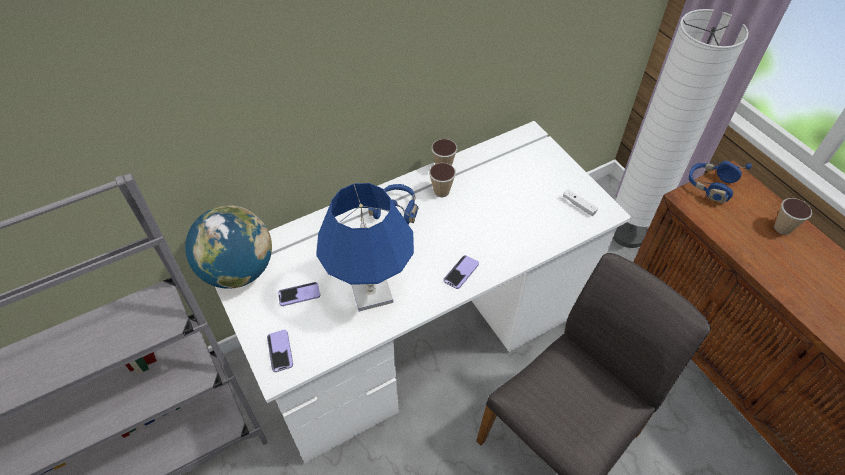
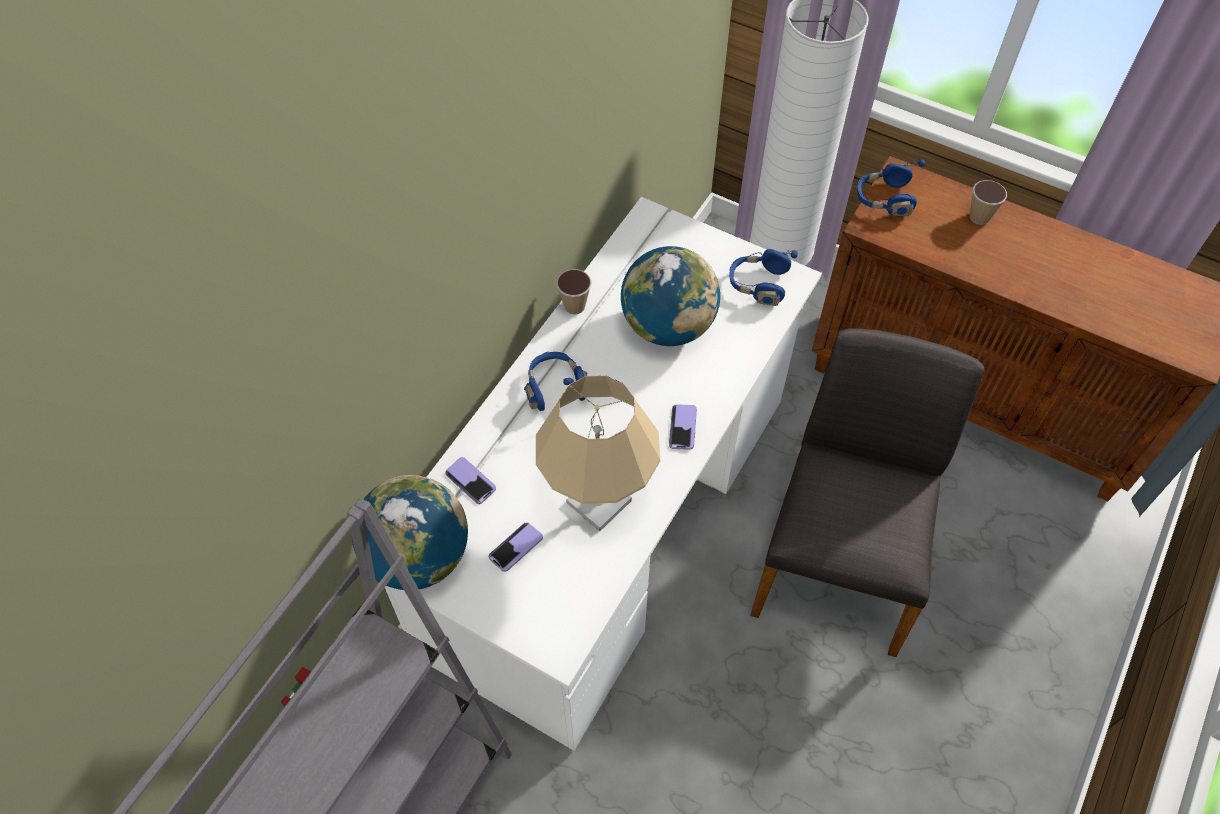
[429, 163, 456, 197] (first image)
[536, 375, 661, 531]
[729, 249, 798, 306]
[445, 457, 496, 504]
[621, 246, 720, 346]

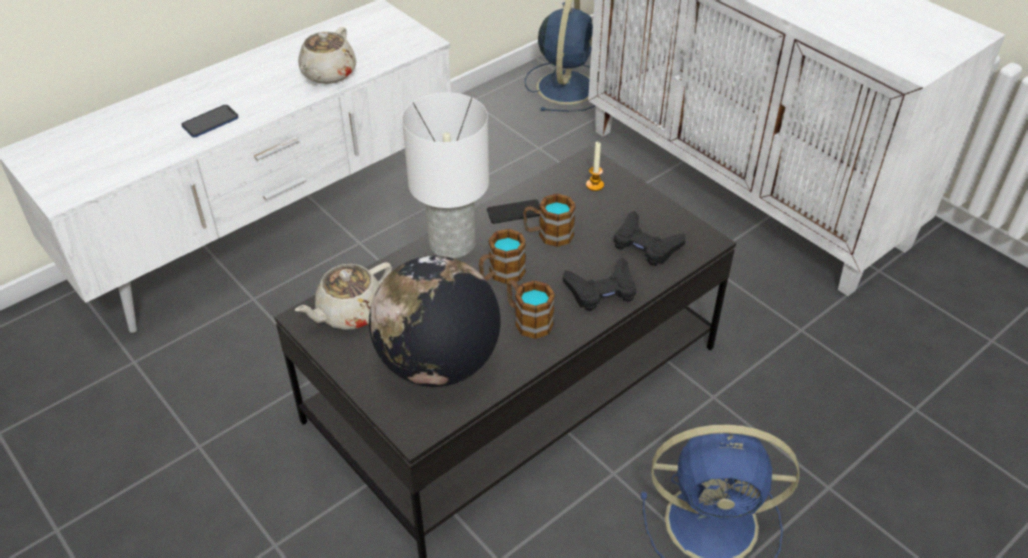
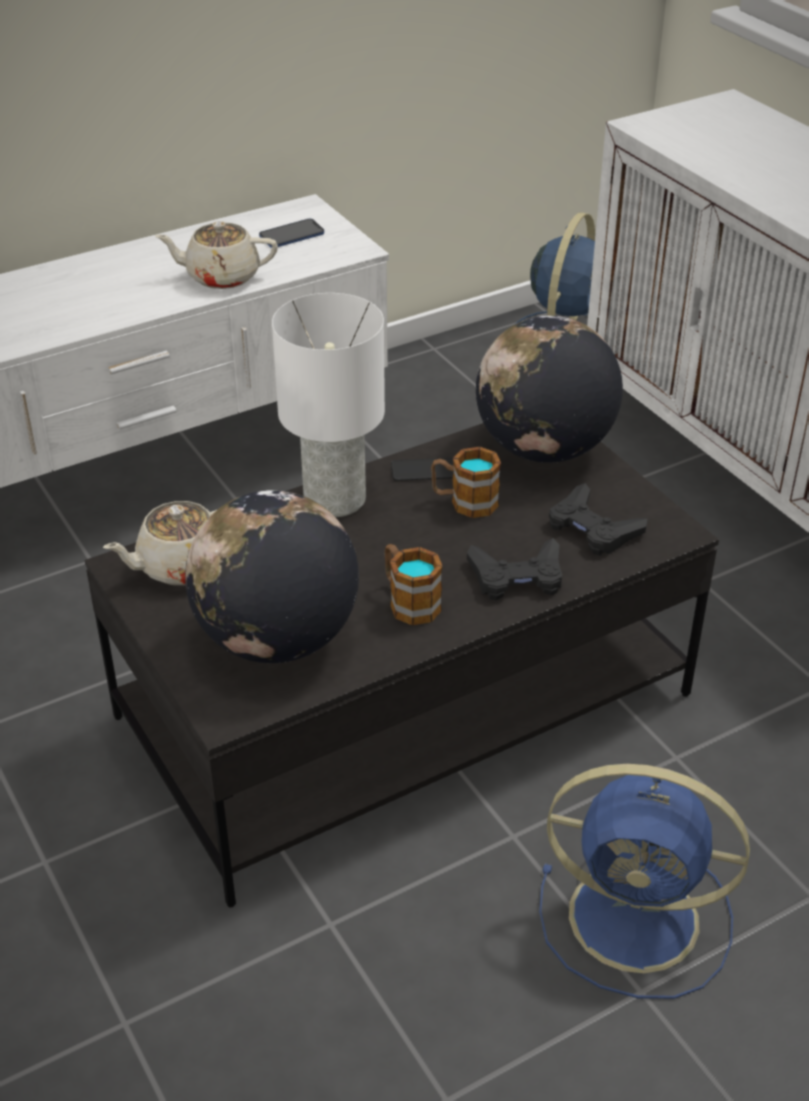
[155, 221, 278, 289]
[259, 219, 324, 248]
[476, 316, 623, 463]
[479, 229, 526, 284] (first image)

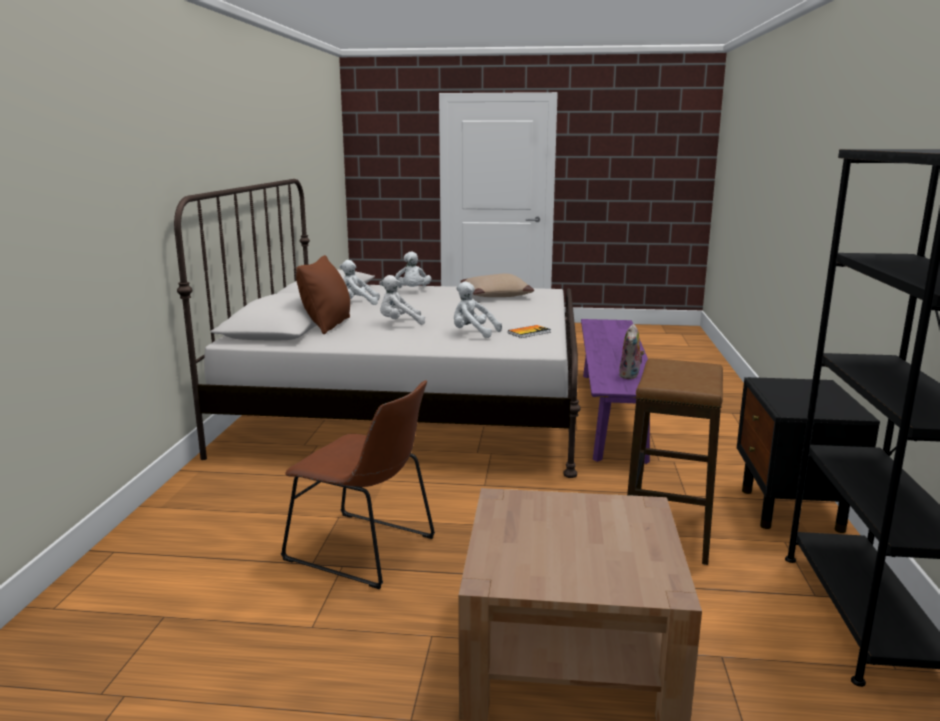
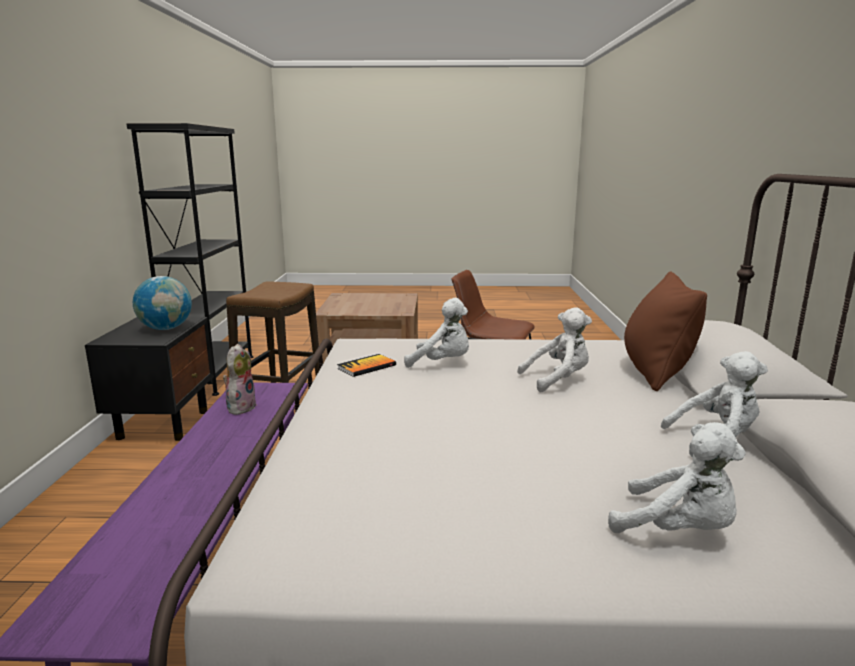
[608, 422, 746, 533]
[460, 273, 534, 297] (first image)
[133, 276, 192, 330]

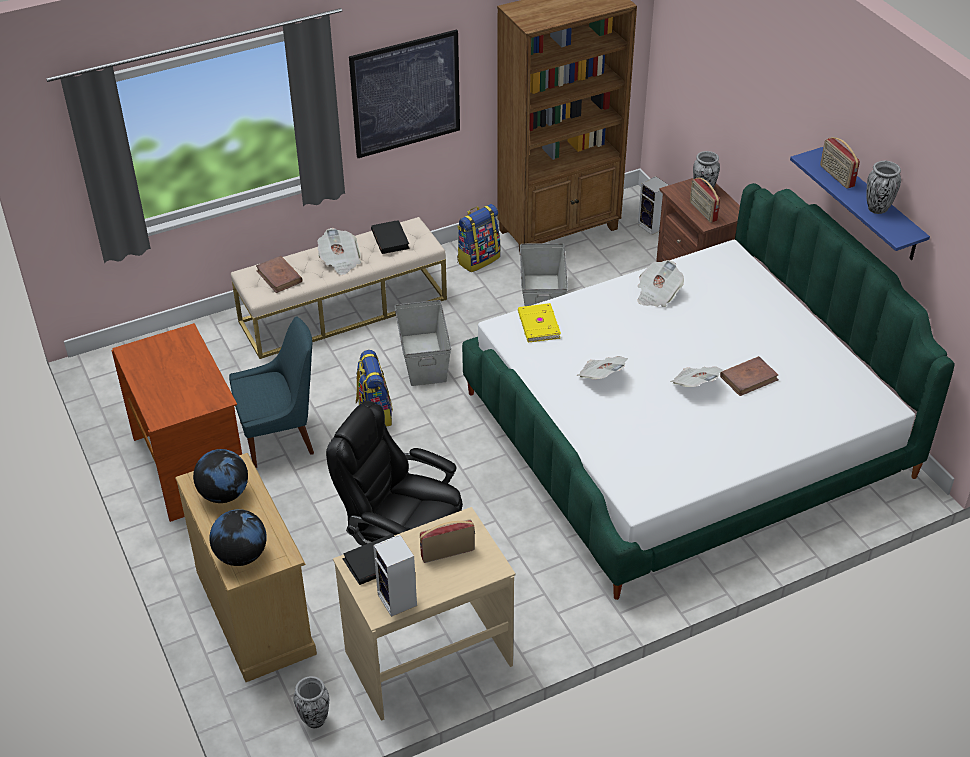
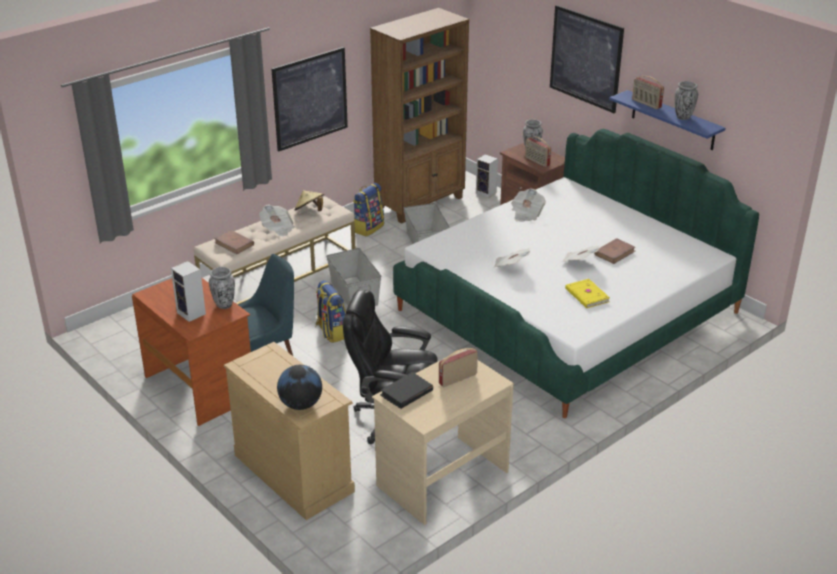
[294, 190, 324, 211]
[565, 279, 610, 308]
[193, 449, 248, 503] (first image)
[171, 261, 206, 322]
[209, 267, 235, 309]
[550, 5, 624, 113]

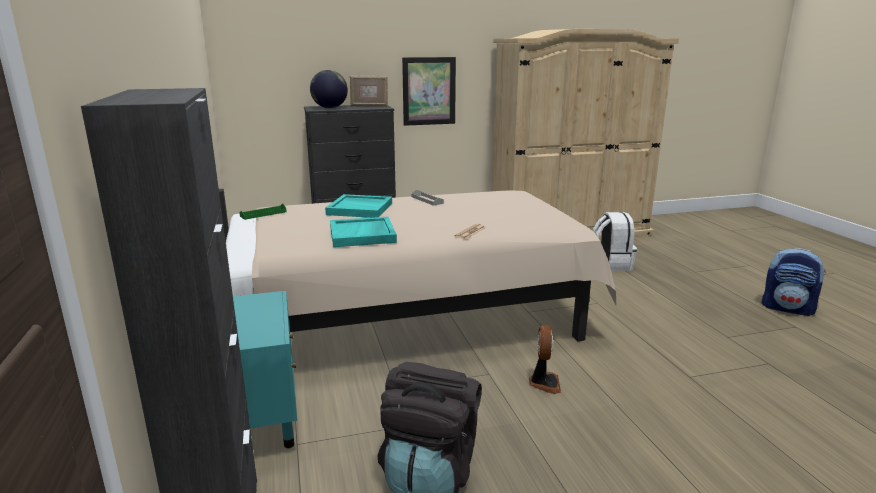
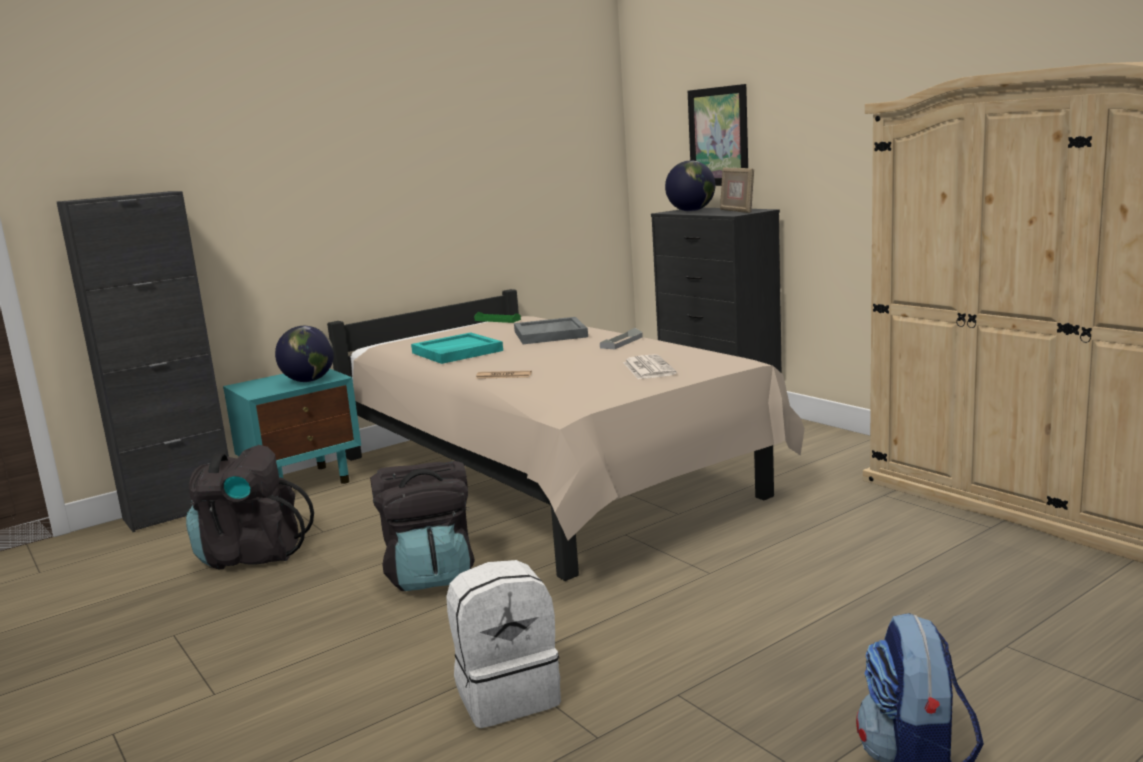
[688, 84, 748, 186]
[514, 317, 588, 344]
[446, 560, 561, 728]
[370, 461, 475, 591]
[275, 326, 334, 382]
[623, 354, 677, 379]

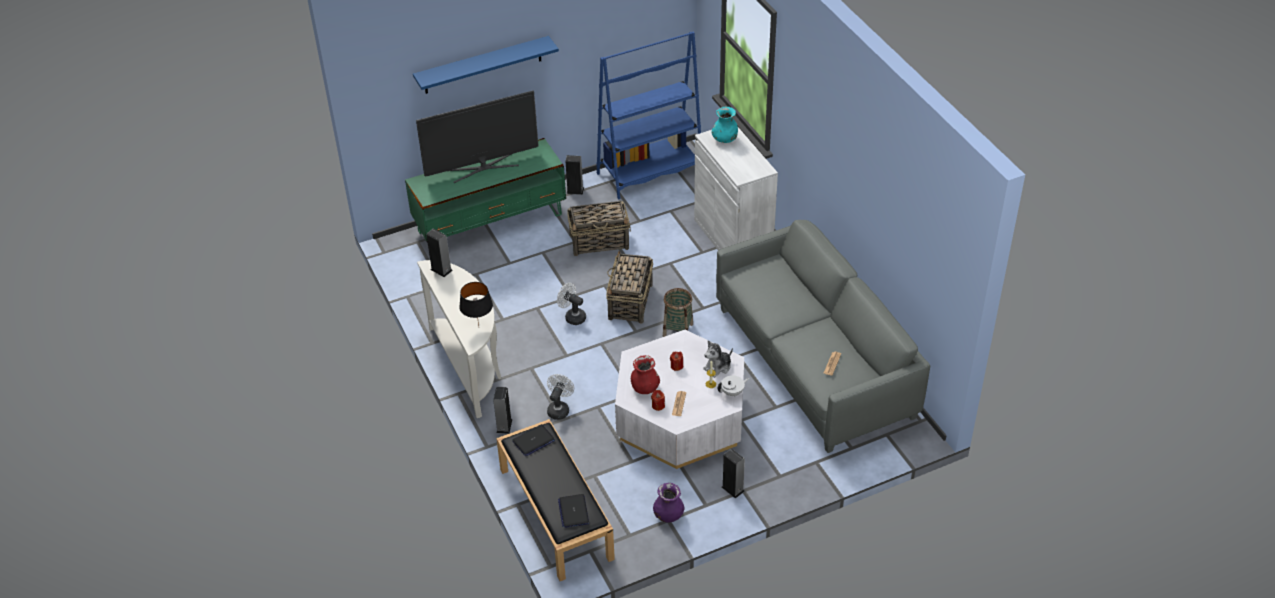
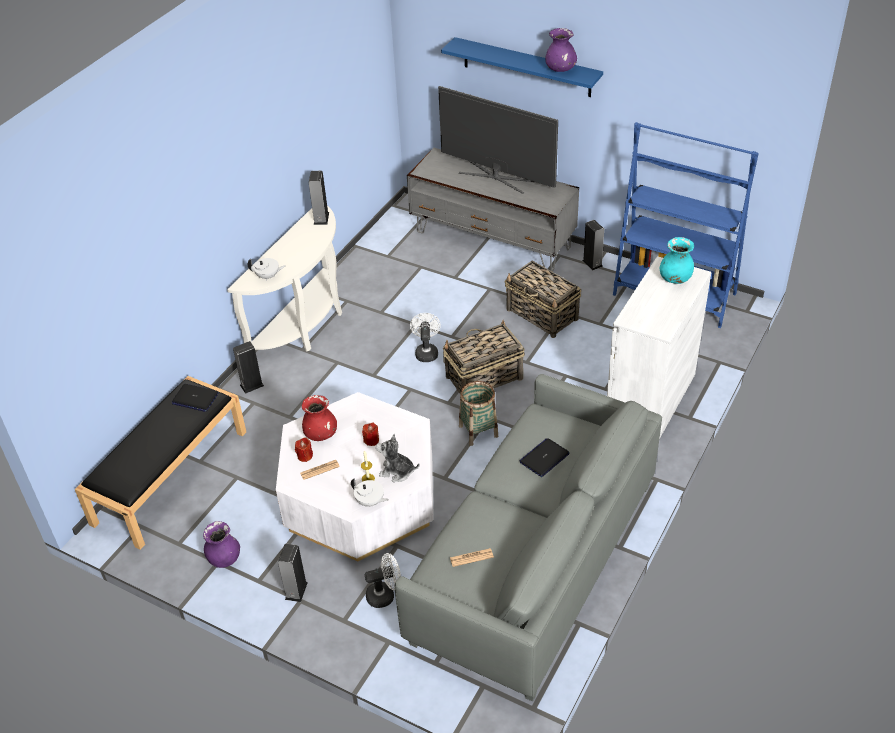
[407, 148, 579, 272]
[248, 258, 286, 281]
[365, 553, 401, 608]
[519, 438, 570, 477]
[545, 28, 577, 72]

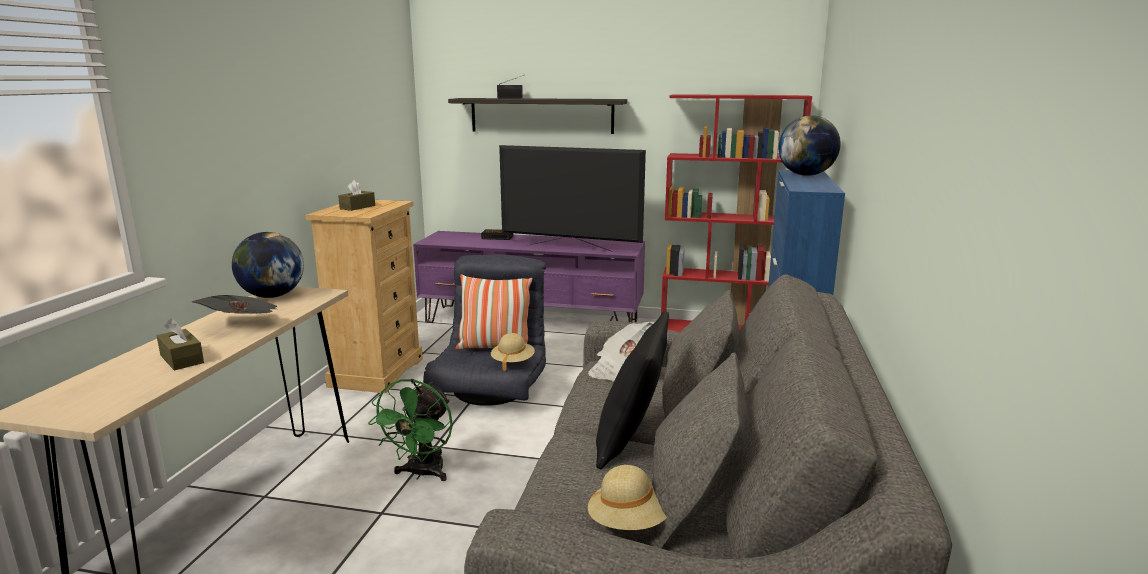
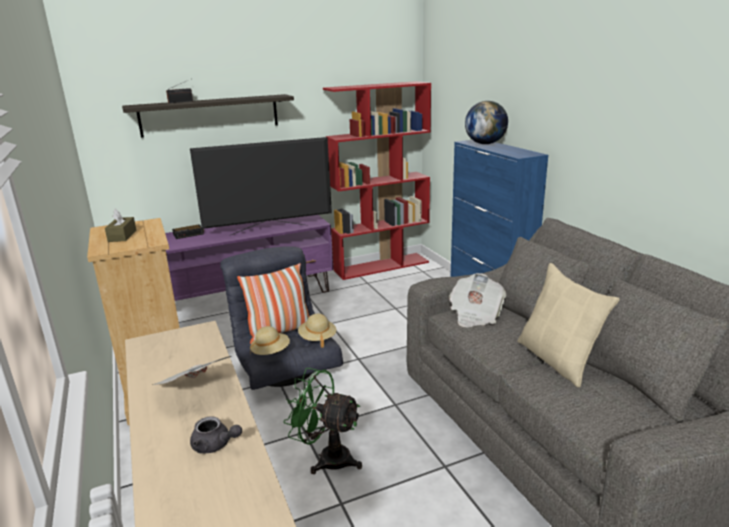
[232, 232, 304, 298] (first image)
[517, 263, 620, 388]
[190, 416, 242, 453]
[283, 368, 362, 474]
[250, 326, 290, 355]

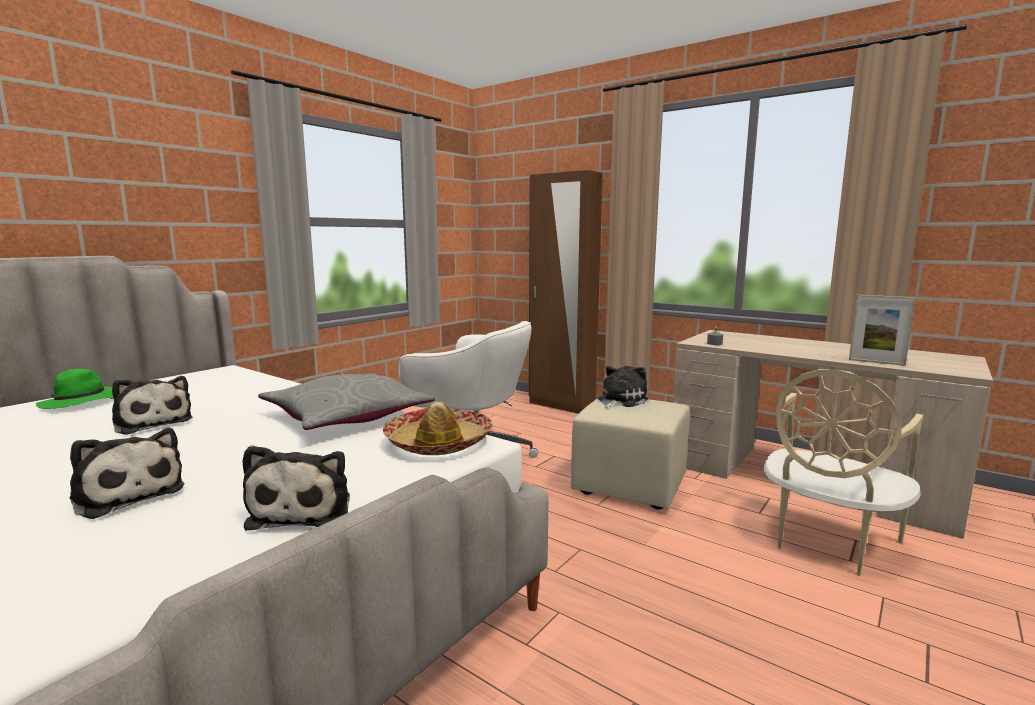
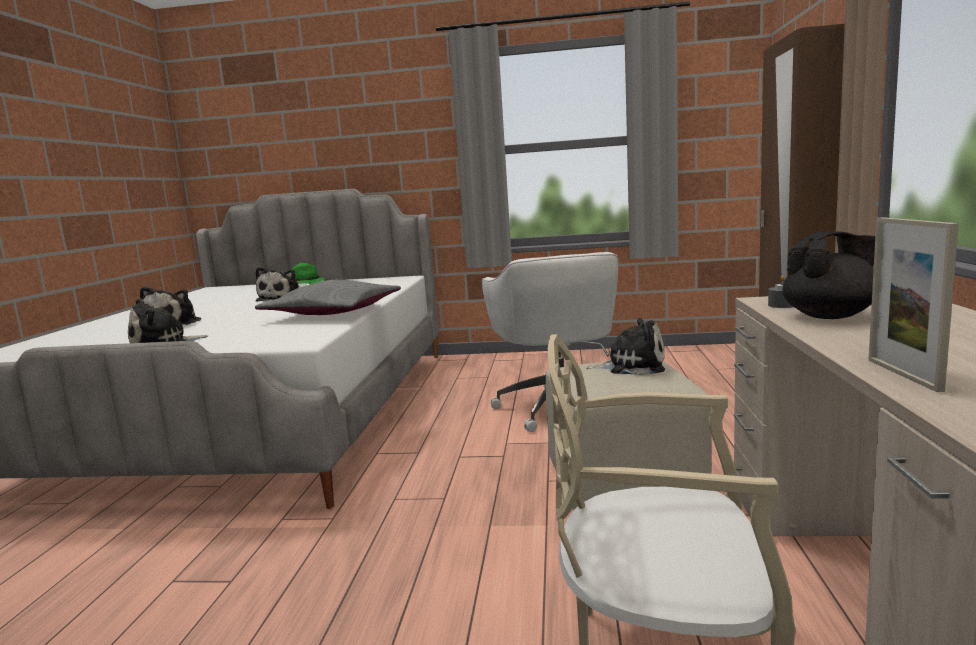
[383, 402, 493, 455] (first image)
[782, 231, 875, 319]

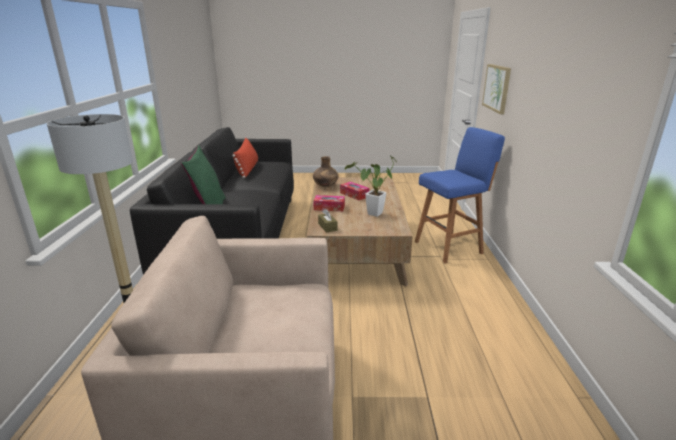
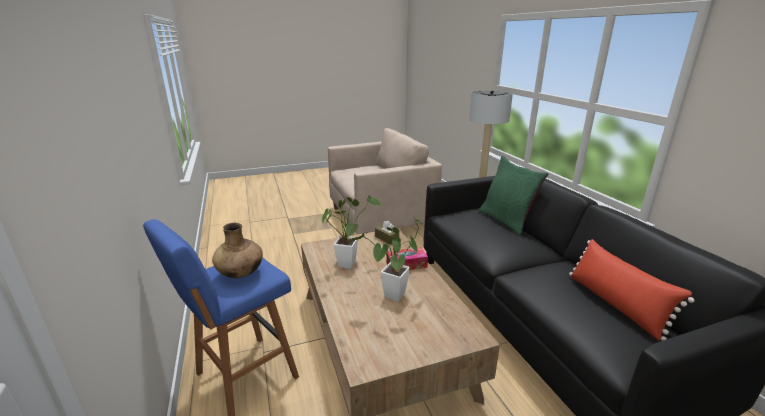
[482, 64, 511, 114] (first image)
[212, 223, 263, 278]
[350, 217, 422, 301]

